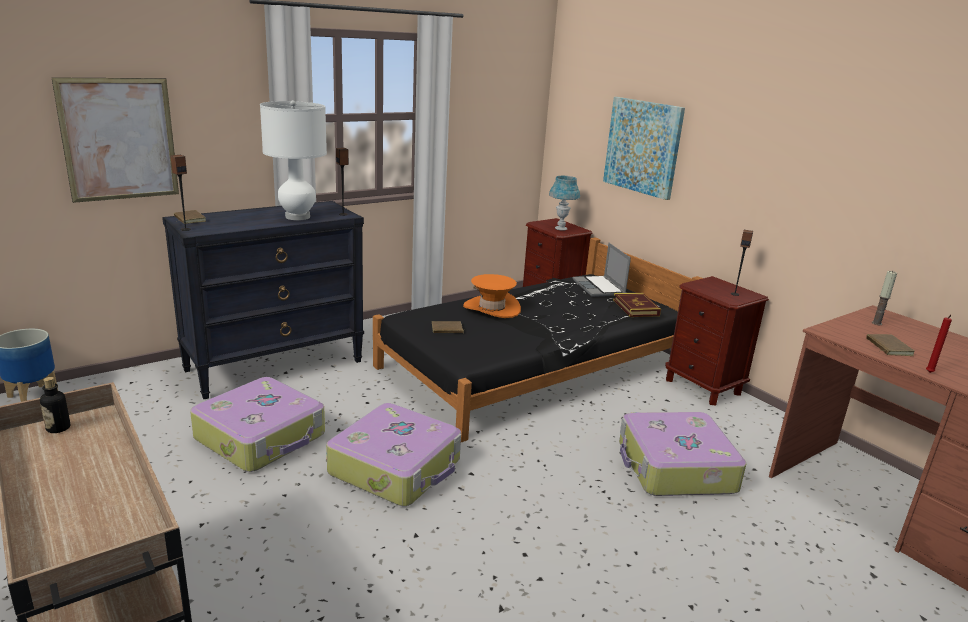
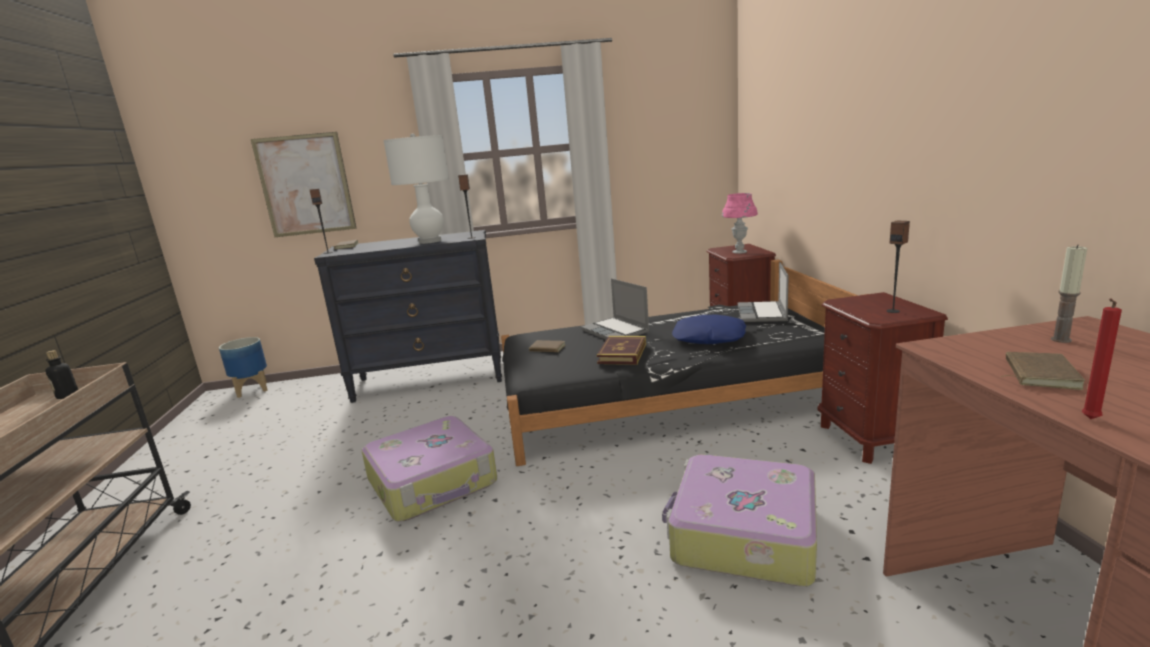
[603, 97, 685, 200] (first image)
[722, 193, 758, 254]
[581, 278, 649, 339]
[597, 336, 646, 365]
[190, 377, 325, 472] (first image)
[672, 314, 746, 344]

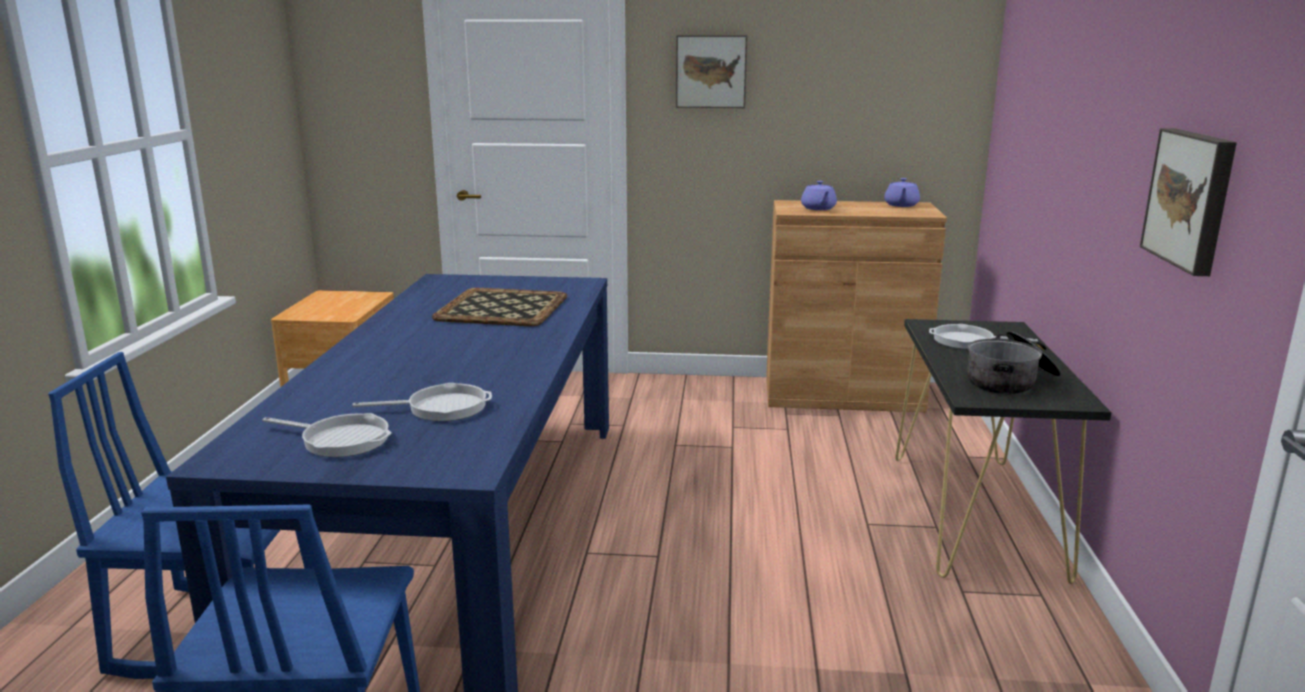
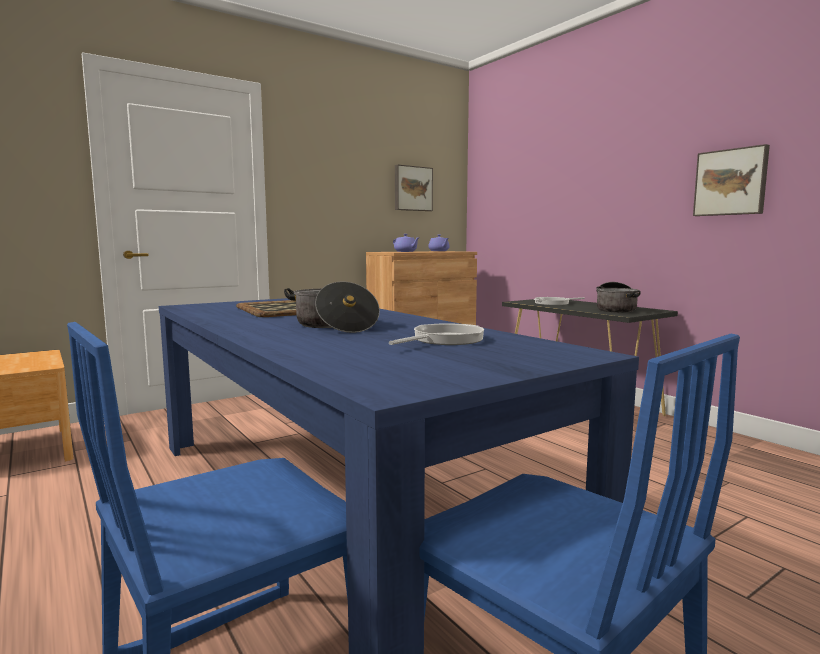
[395, 164, 433, 211]
[262, 413, 392, 457] (first image)
[284, 281, 380, 333]

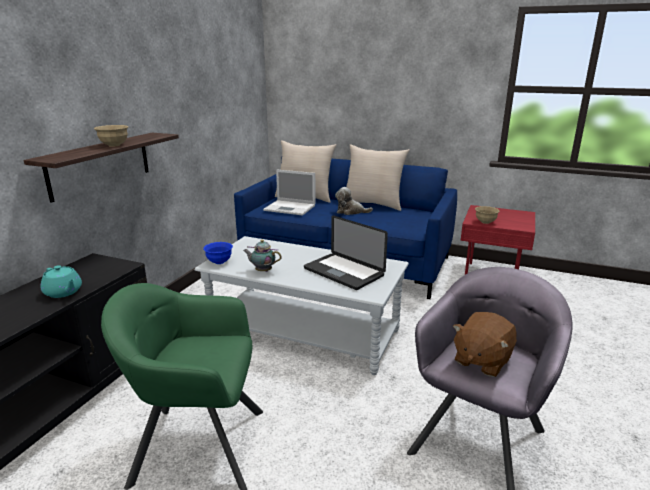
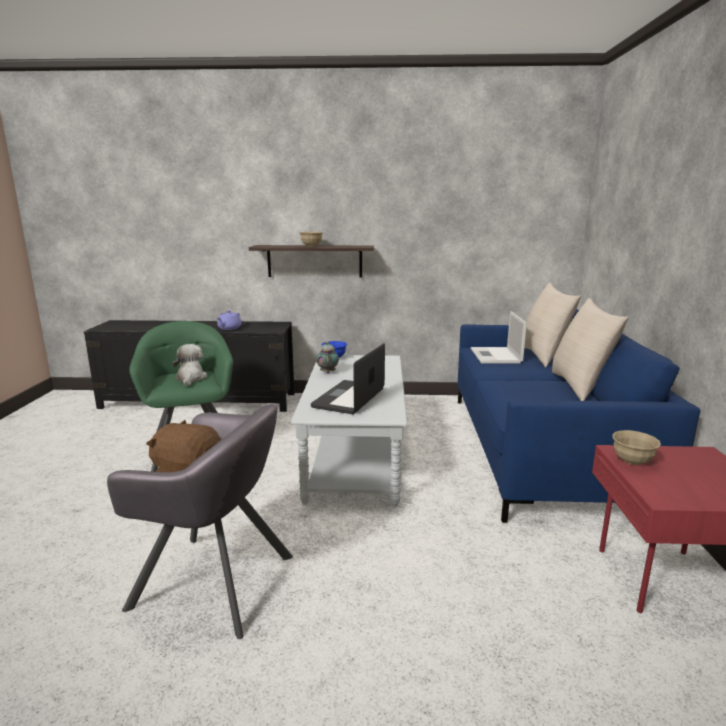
[172, 344, 207, 387]
[217, 310, 242, 330]

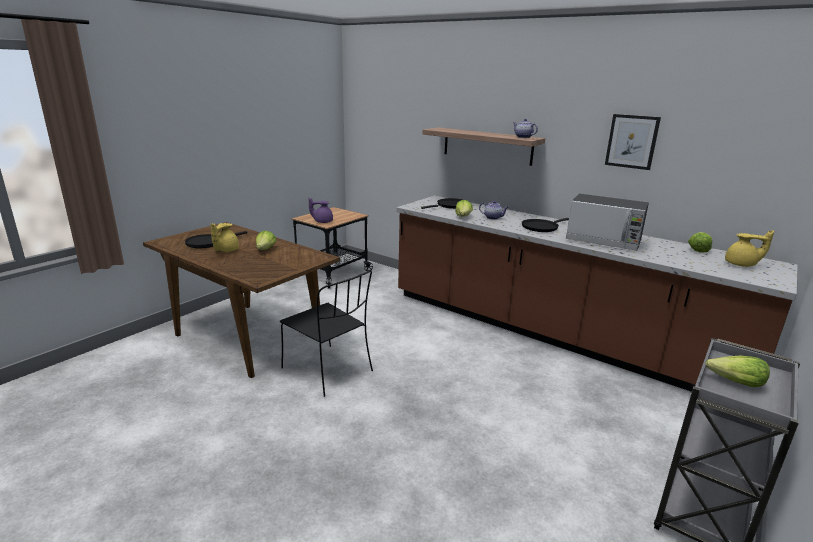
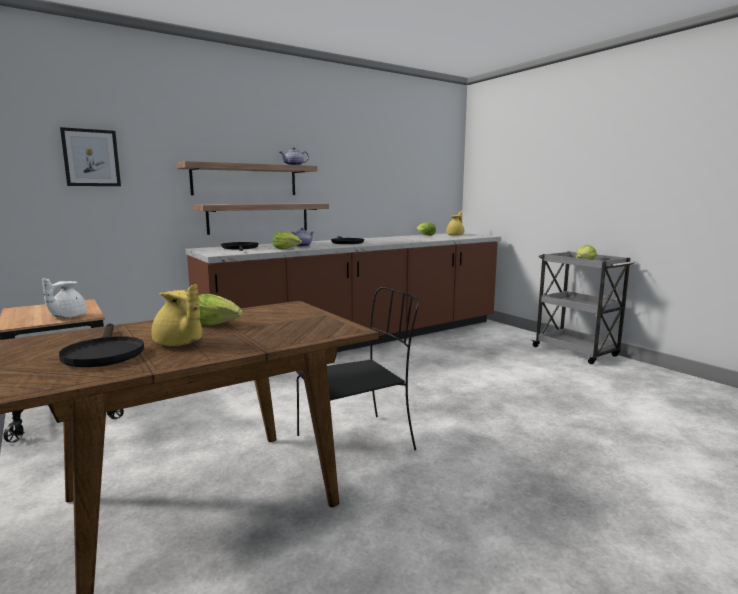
[60, 127, 121, 186]
[566, 194, 649, 251] (first image)
[42, 278, 87, 318]
[194, 203, 329, 235]

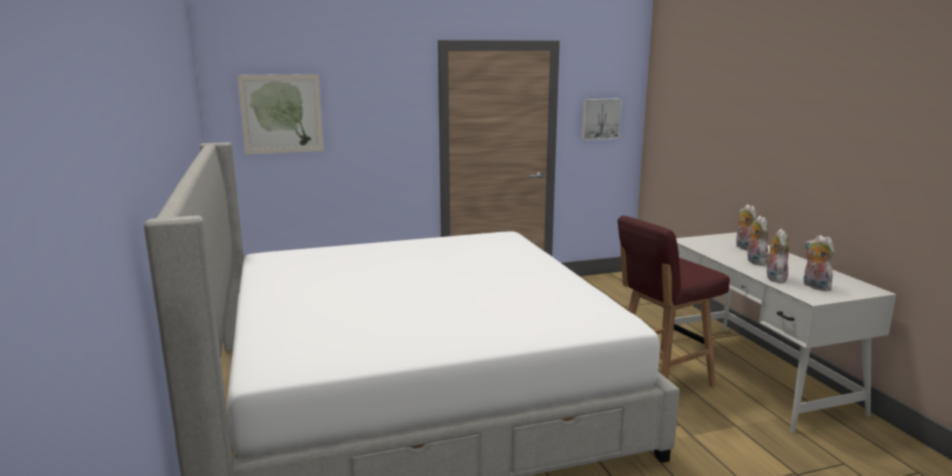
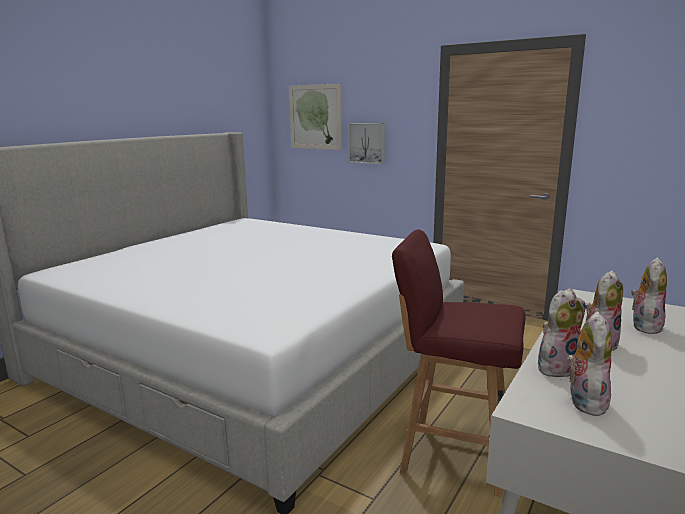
[348, 123, 385, 164]

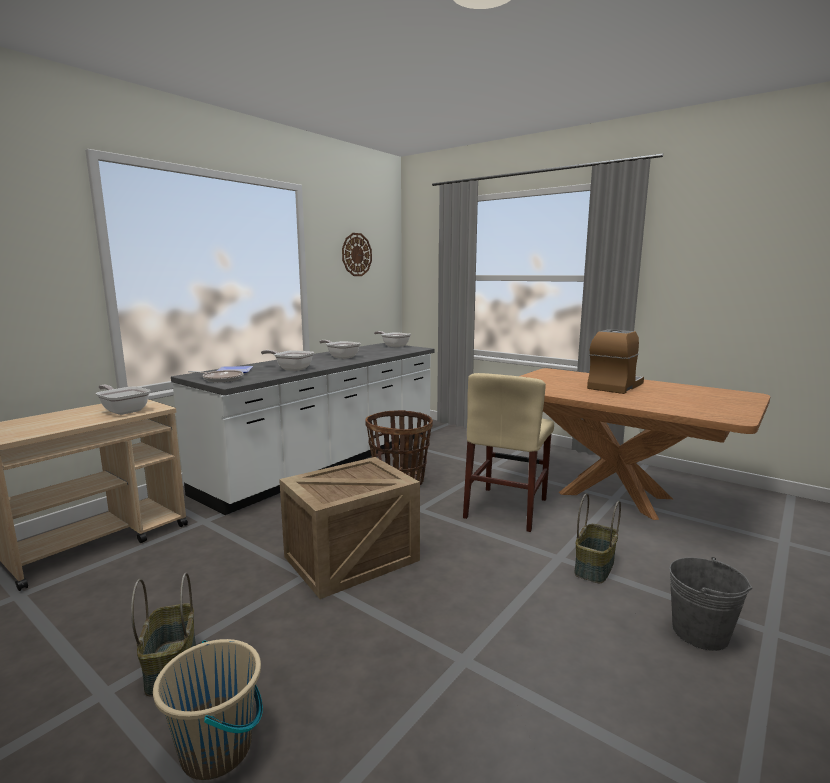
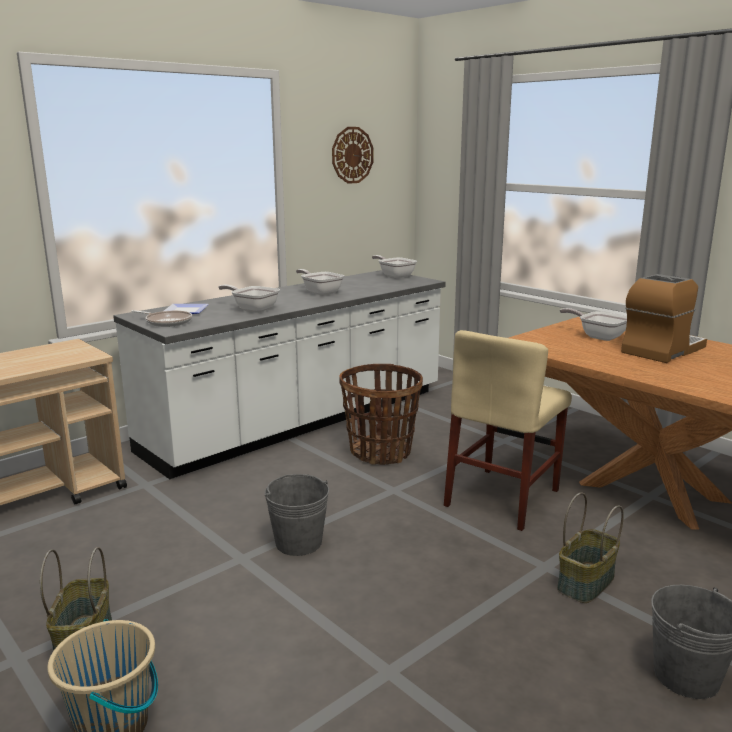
[560, 308, 627, 341]
[265, 474, 329, 556]

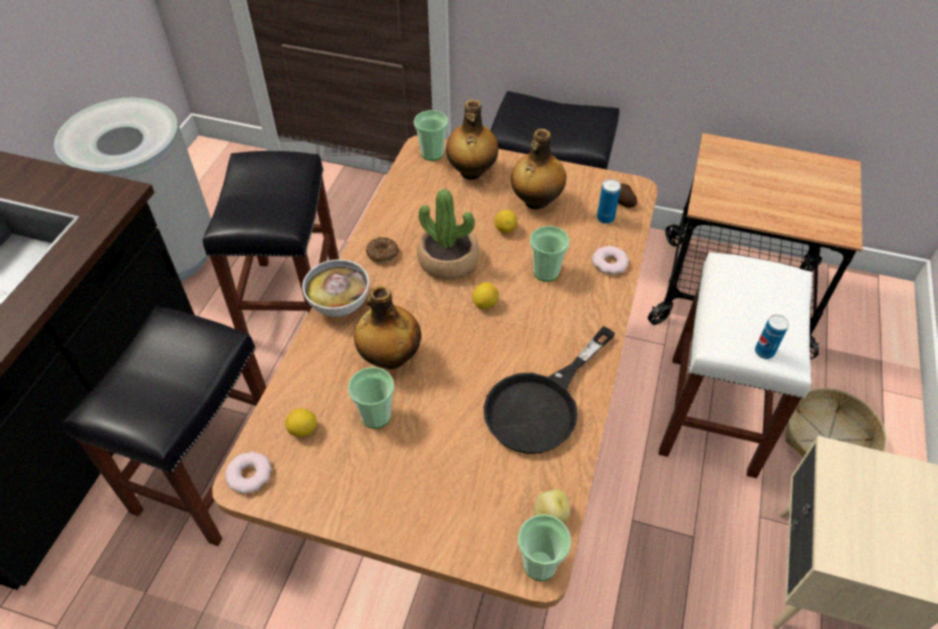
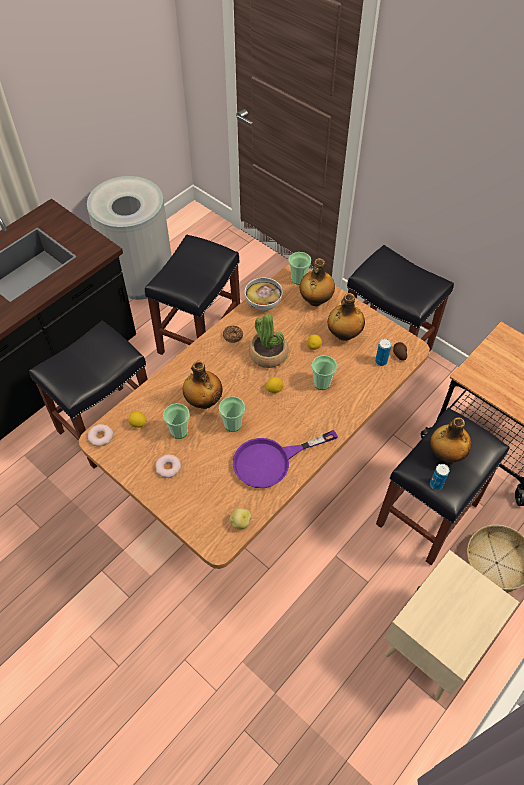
[155, 454, 181, 478]
[376, 408, 509, 565]
[245, 278, 283, 311]
[233, 430, 338, 488]
[219, 396, 245, 432]
[430, 417, 472, 463]

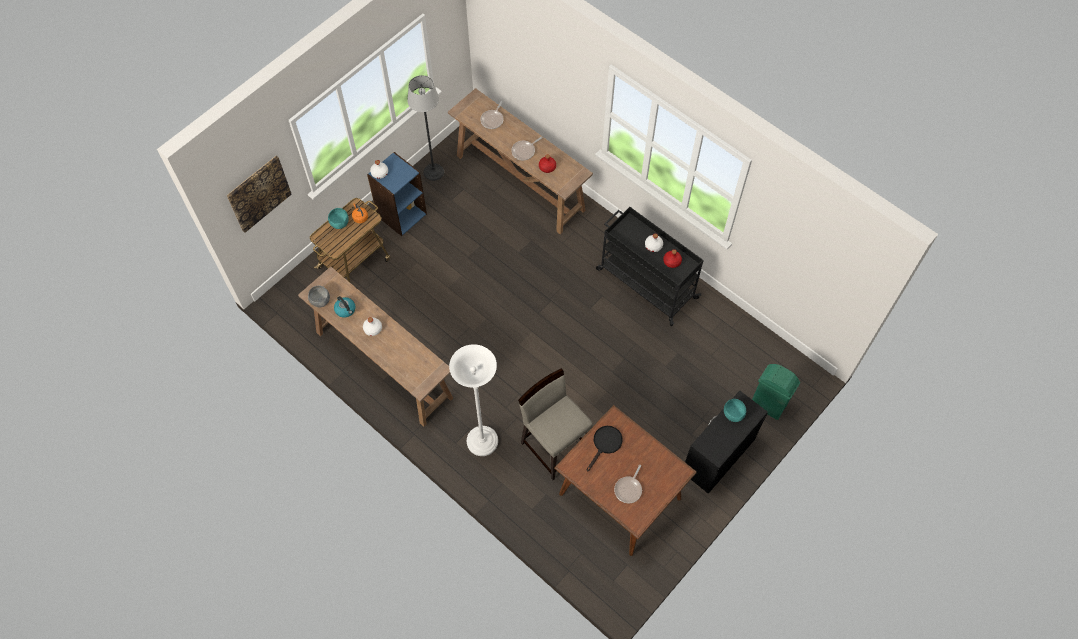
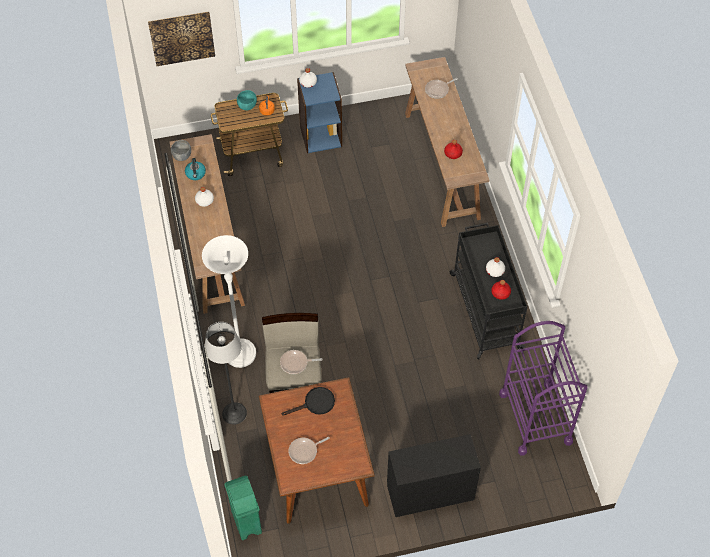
[204, 322, 247, 425]
[280, 350, 323, 374]
[225, 476, 262, 540]
[724, 399, 746, 422] (first image)
[499, 321, 588, 456]

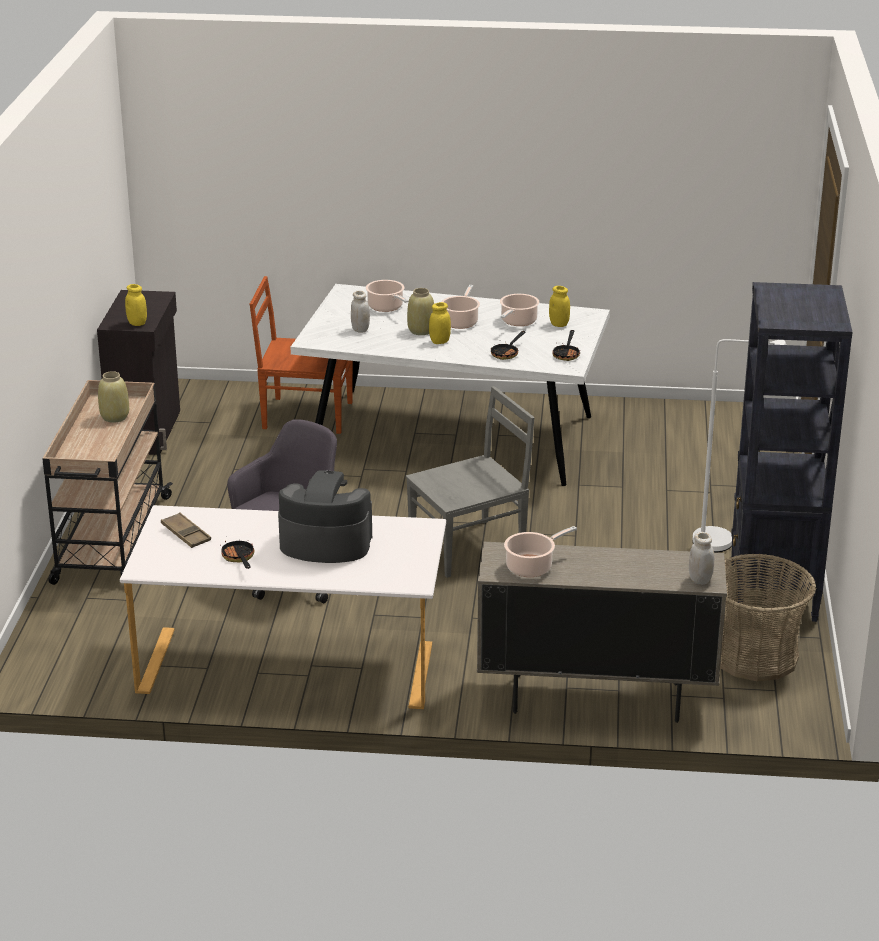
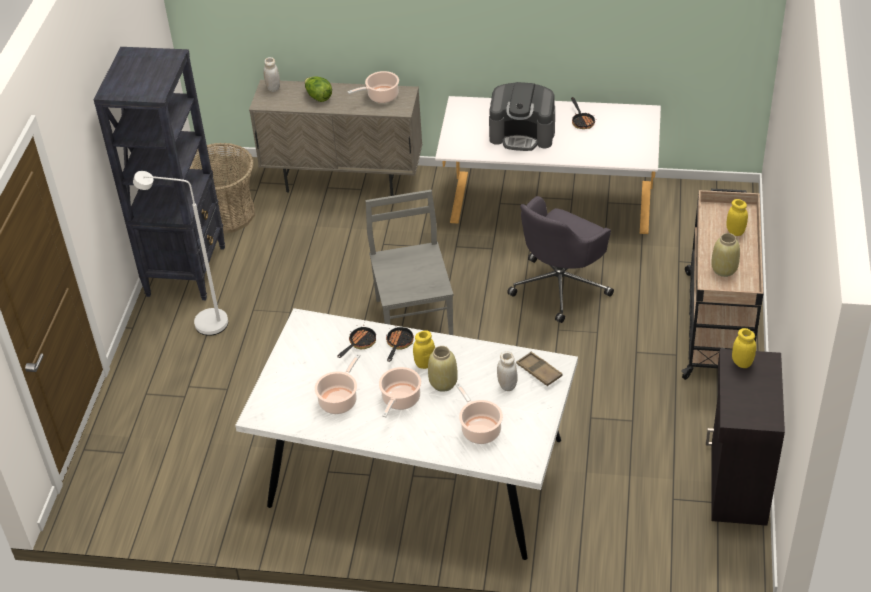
[250, 276, 353, 434] (first image)
[726, 199, 748, 236]
[386, 327, 414, 362]
[365, 190, 453, 335]
[516, 352, 563, 386]
[305, 77, 332, 102]

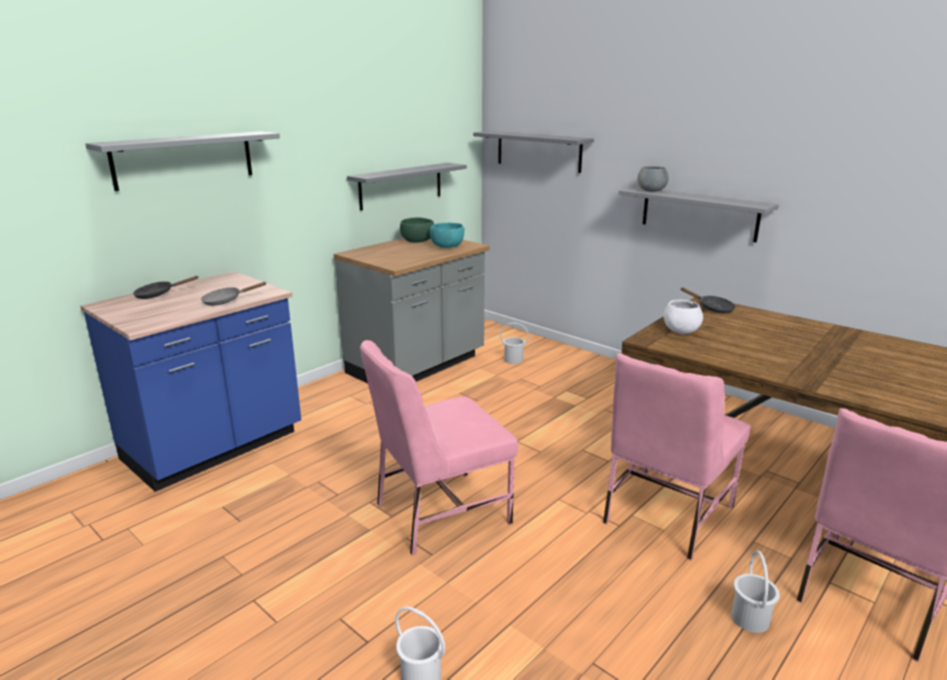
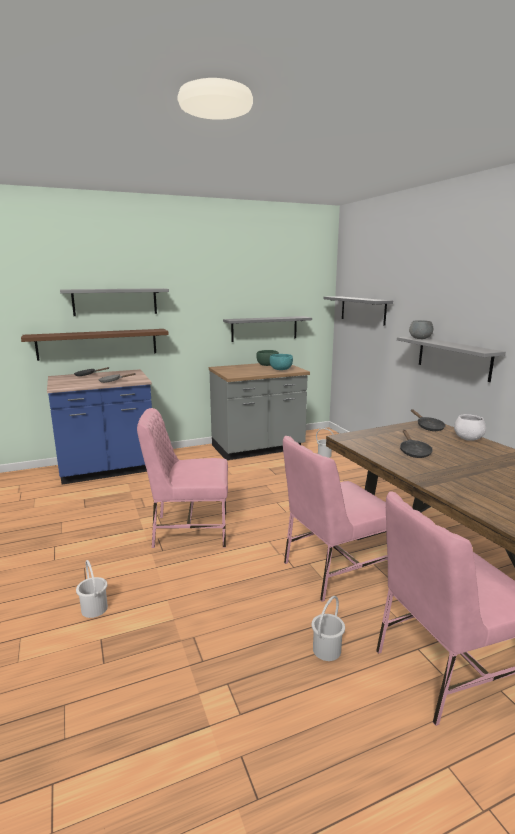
[454, 414, 486, 441]
[21, 329, 169, 361]
[400, 430, 433, 458]

